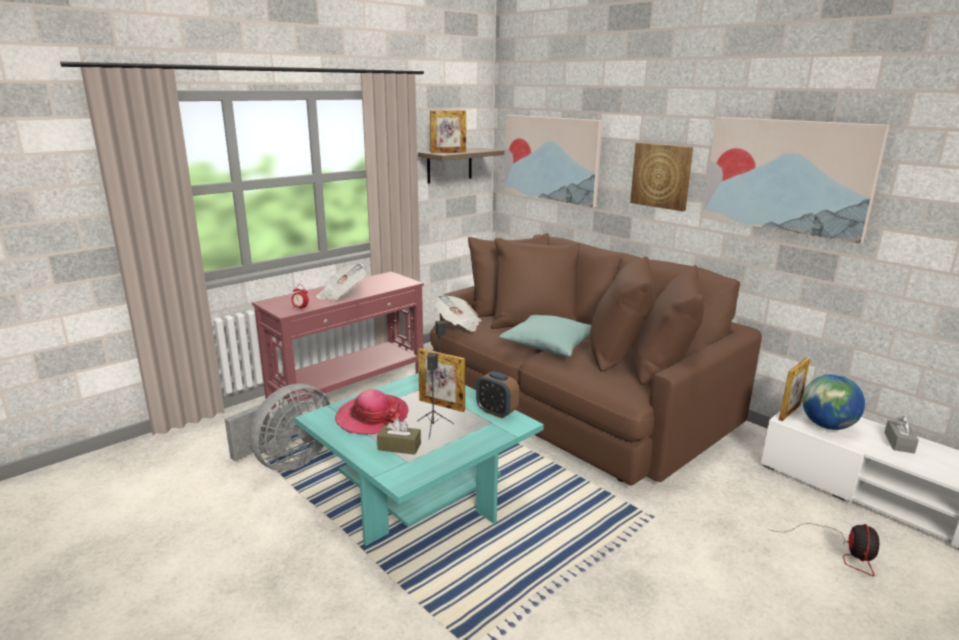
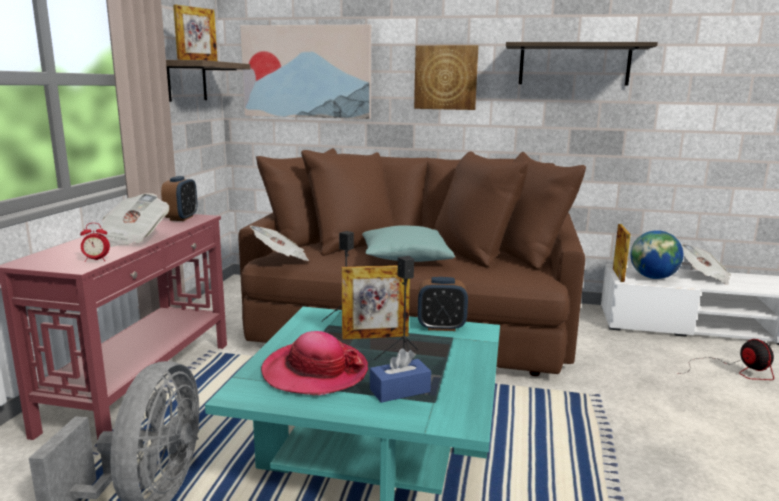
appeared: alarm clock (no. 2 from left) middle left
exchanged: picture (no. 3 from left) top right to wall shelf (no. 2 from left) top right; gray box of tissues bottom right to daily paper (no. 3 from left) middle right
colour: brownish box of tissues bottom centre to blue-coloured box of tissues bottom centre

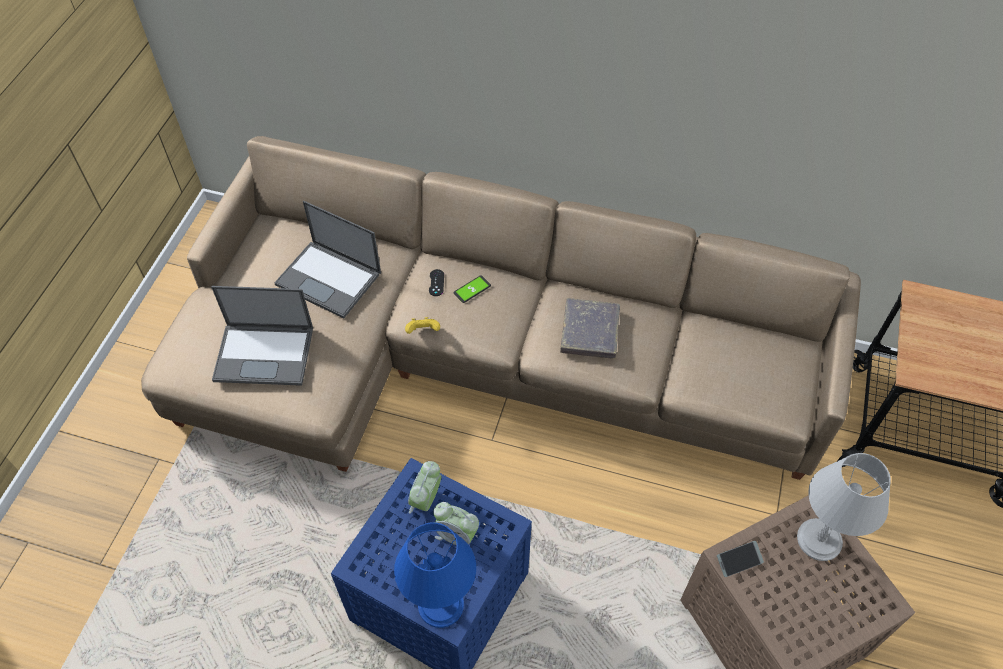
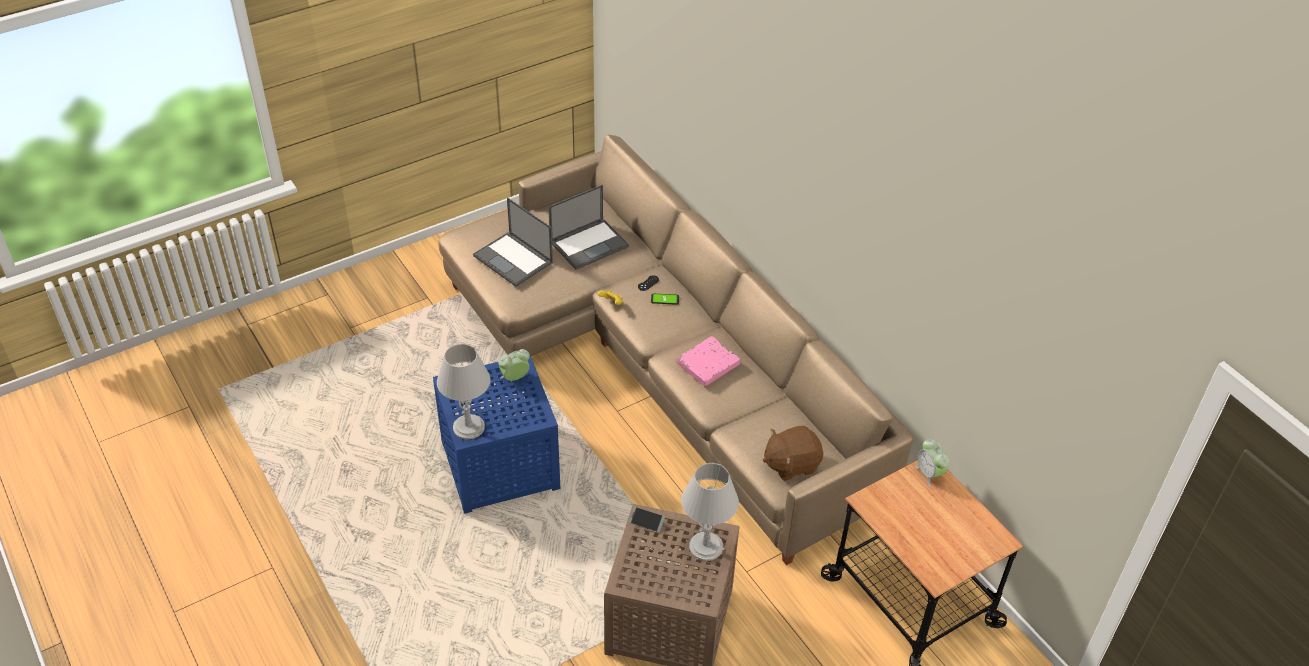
appeared: brownish soft toy bottom centre
relocated: alarm clock (no. 2 from left) bottom centre to bottom right
colour: gray book centre to pinkish book centre; blue-coloured lamp for a table bottom centre to gray lamp for a table (no. 1 from left) centre
spun: notebook computer (no. 2 from left) middle left = centre 105 degrees counterclockwise

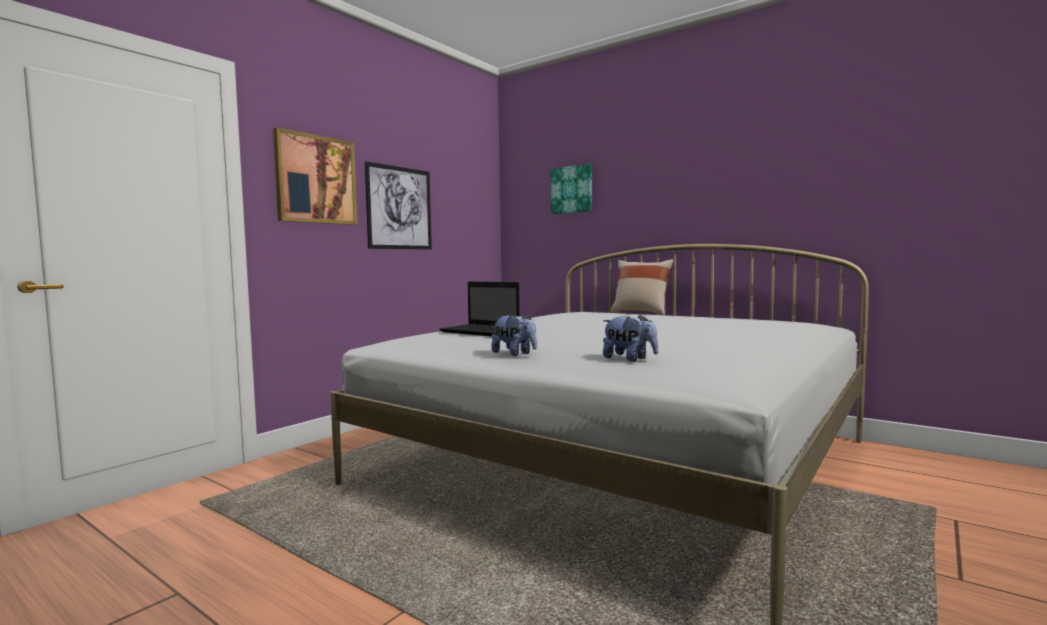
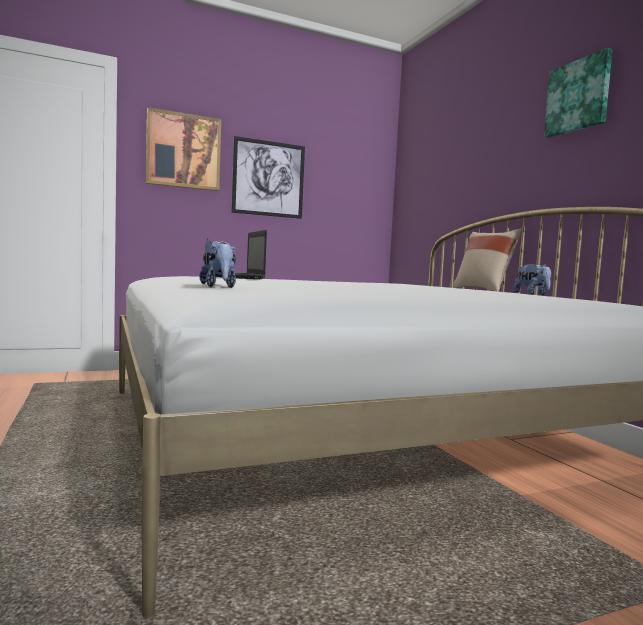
relocated: picture (no. 3 from left) top centre to top right; soft toy (no. 1 from left in the first image) centre to soft toy (no. 2 from left) middle right

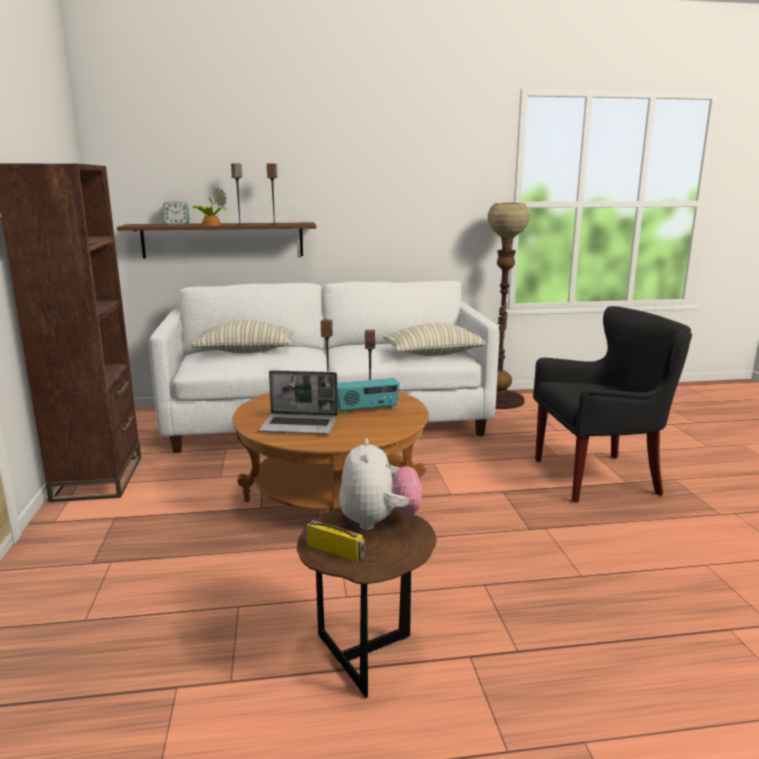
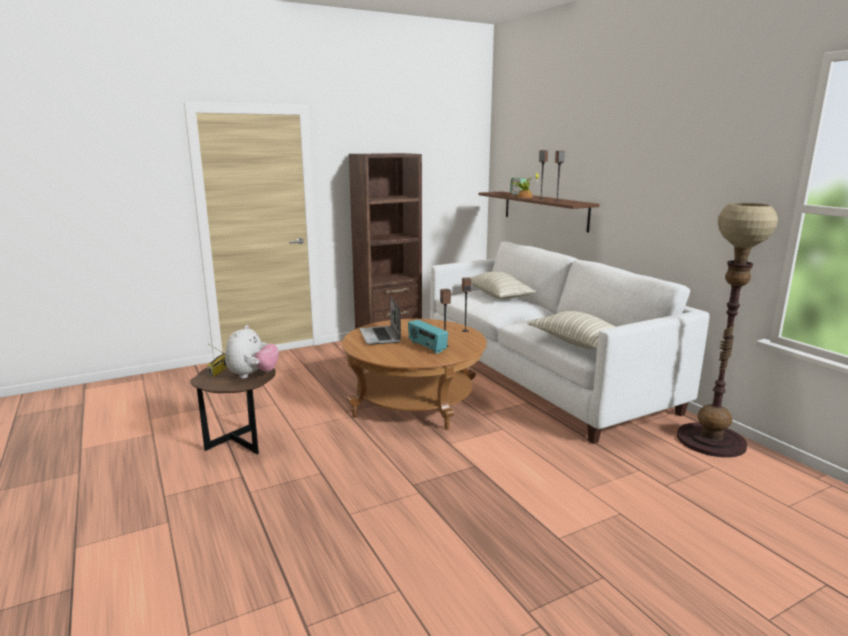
missing: blackish armchair middle right
spun: soft toy centre = middle left 60 degrees counterclockwise

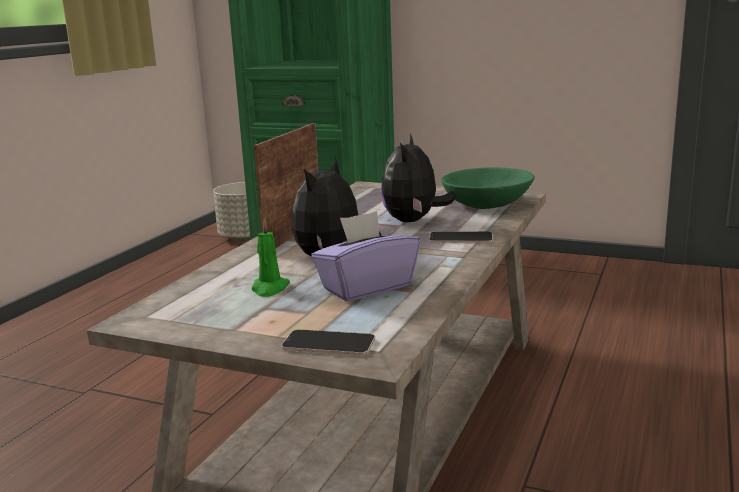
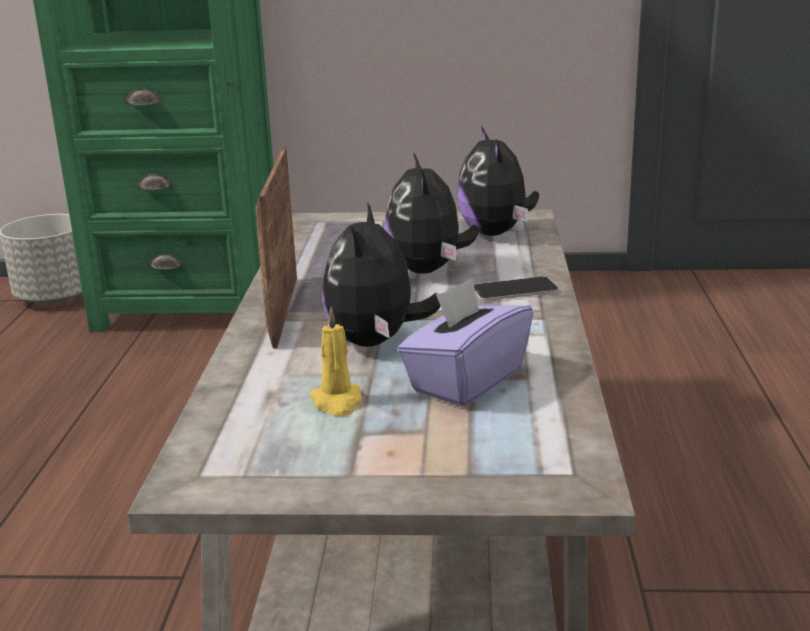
missing: phone (no. 1 from left) bottom centre
exchanged: greenish bowl centre to soft toy (no. 3 from left) top centre
colour: greenish candle centre to yellow-coloured candle centre

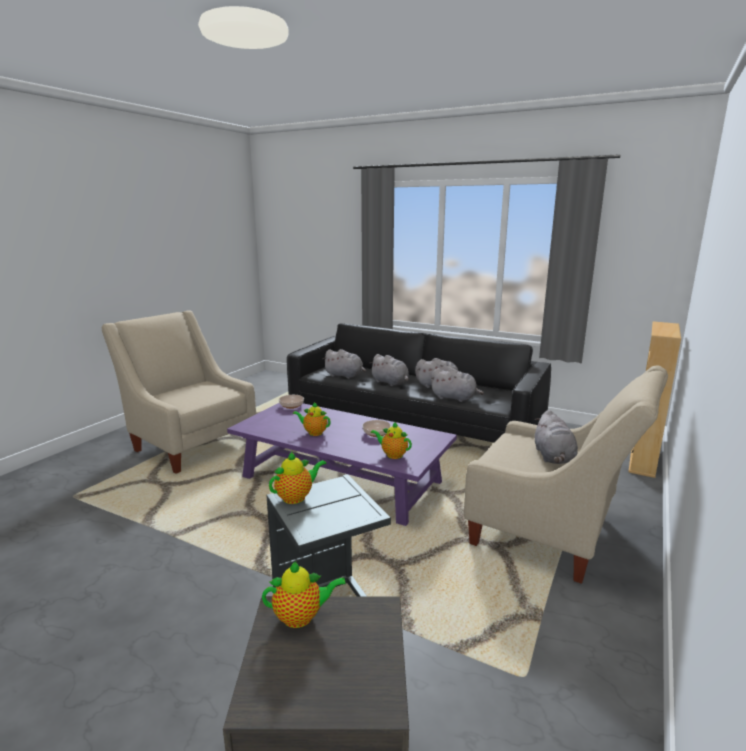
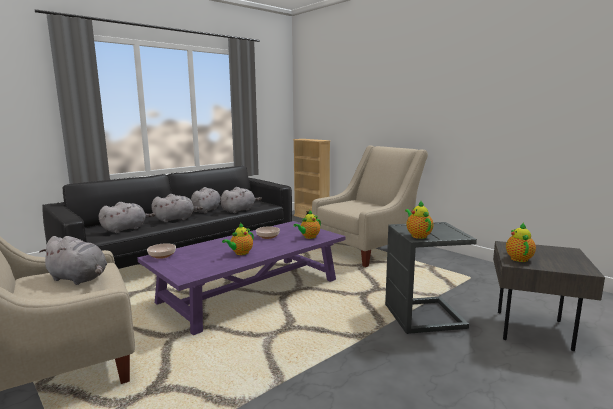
relocated: gray soft toy (no. 5 from left in the first image) middle right to gray soft toy (no. 1 from left) middle left

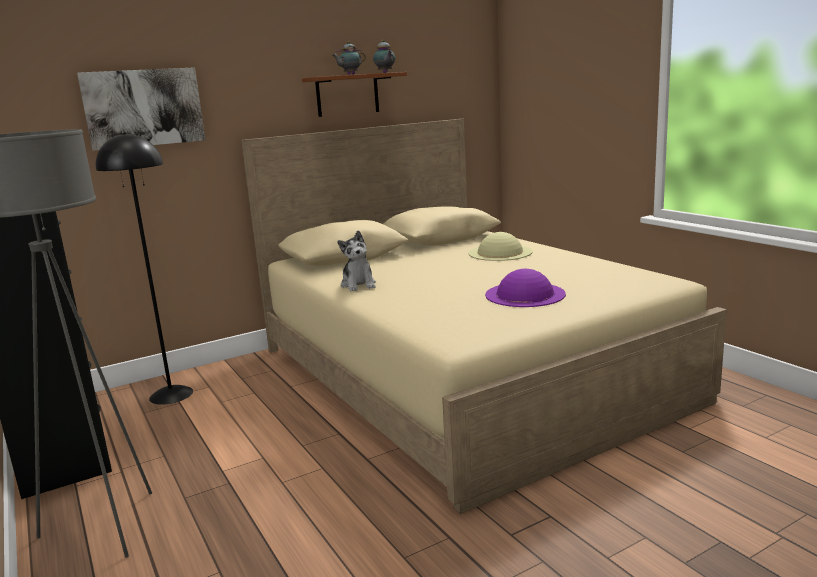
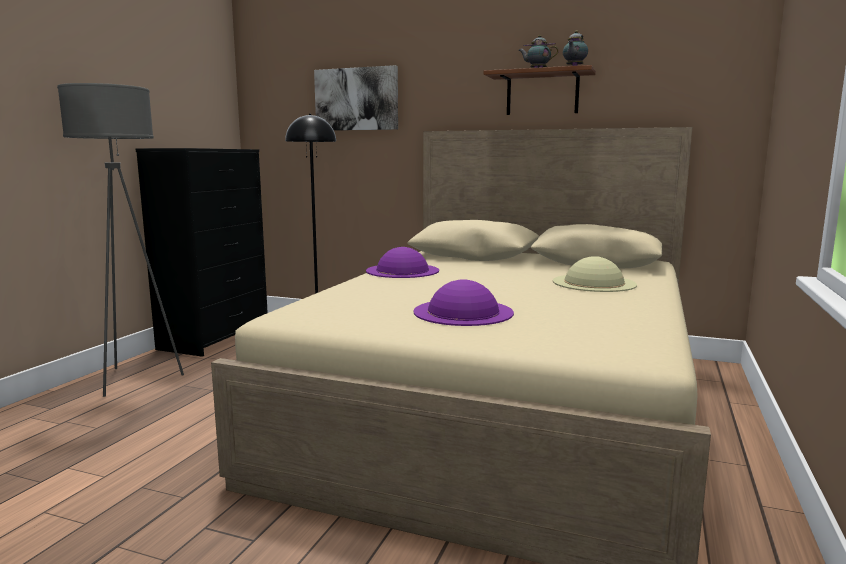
exchanged: soft toy centre to purple hat (no. 1 from left) centre

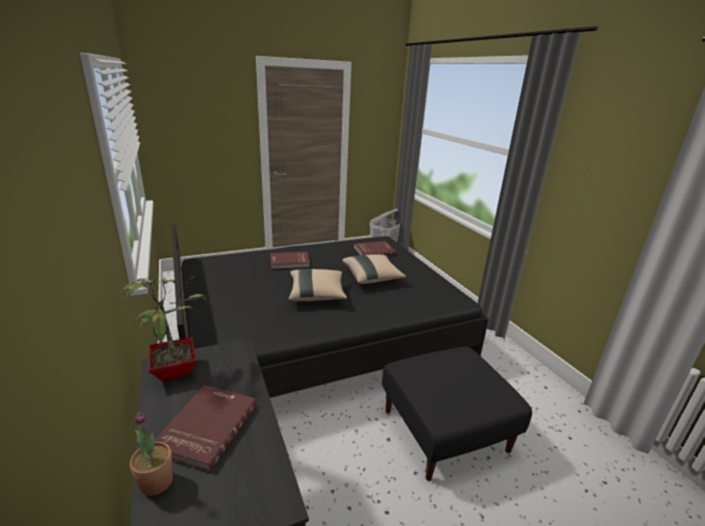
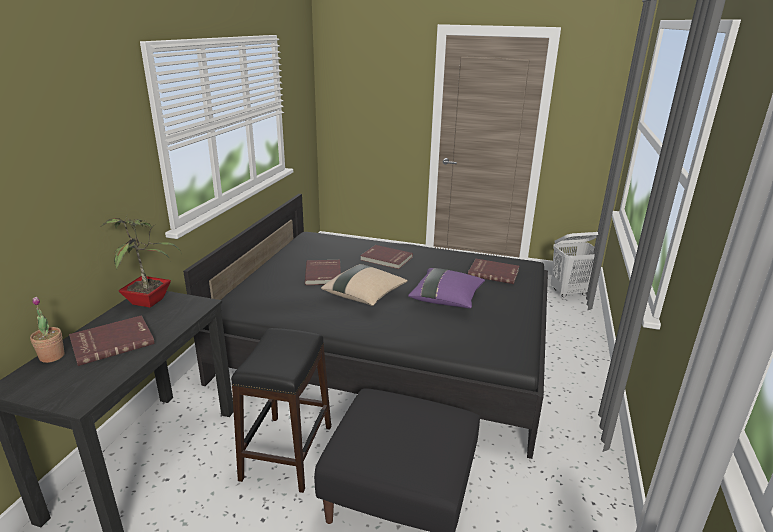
appeared: red-coloured book (no. 2 from left) centre; blackish sitting stool bottom centre
colour: beige pillow (no. 2 from left) centre to purple pillow centre

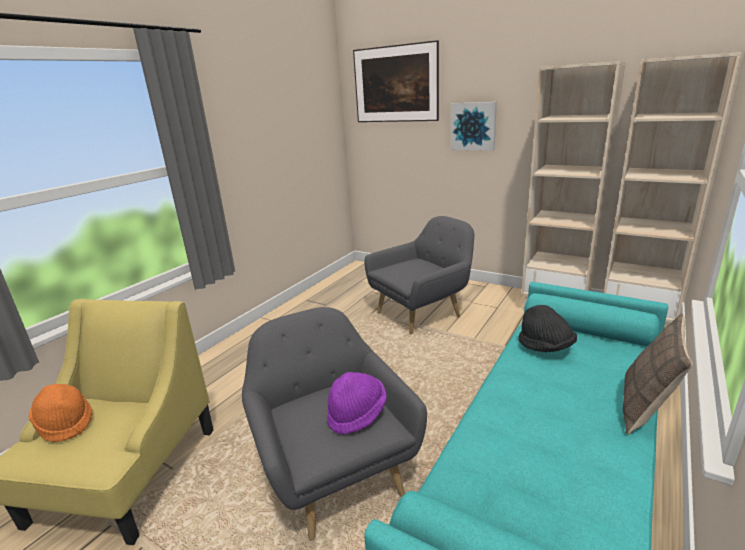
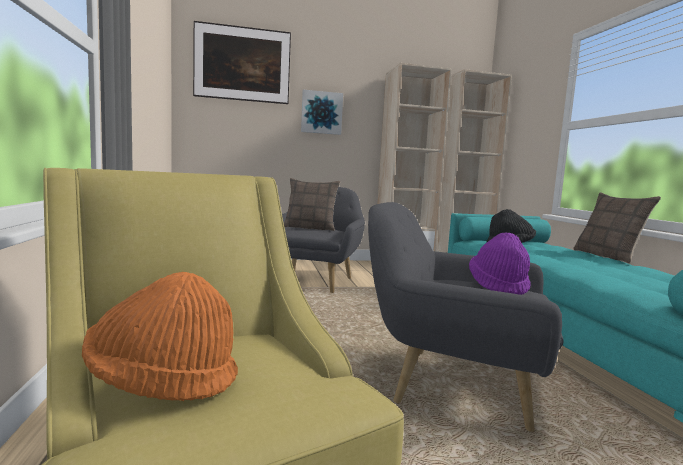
appeared: pillow (no. 1 from left) centre

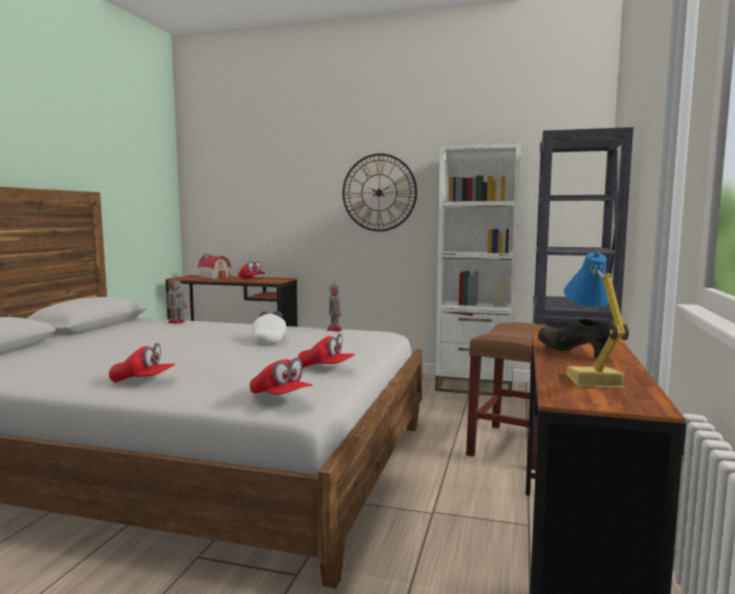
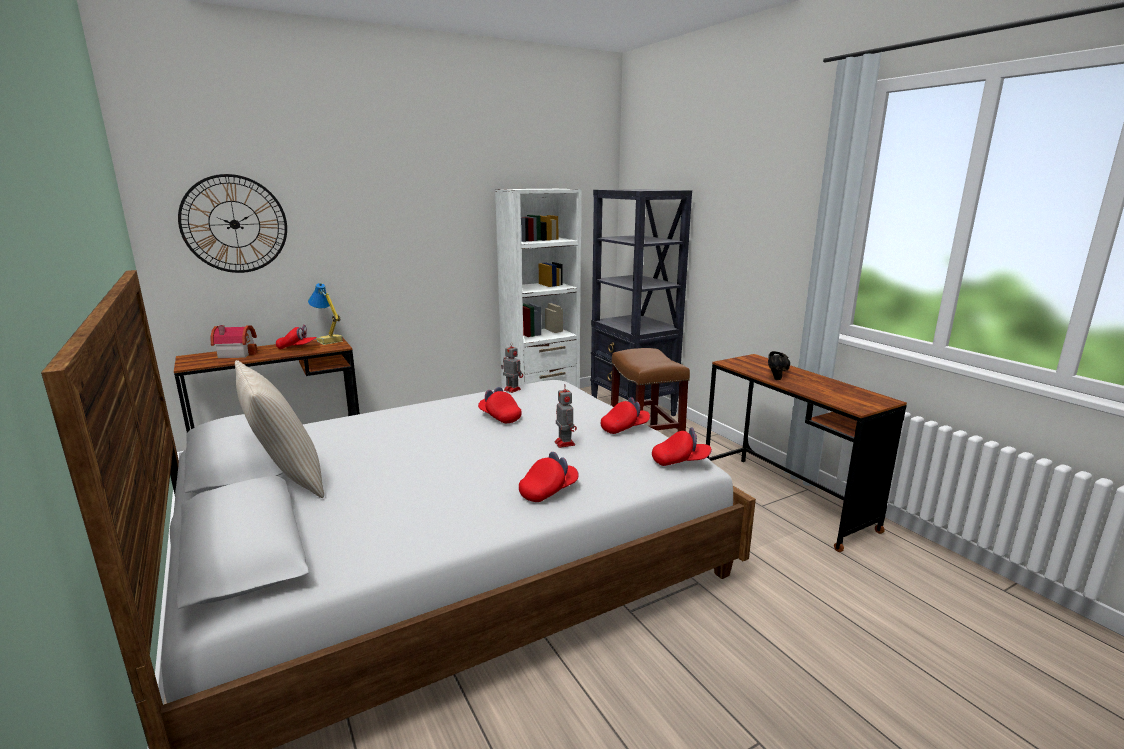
appeared: beige pillow middle left
relocated: hanging clock top centre to top left; lamp for a table middle right to middle left; model robot (no. 1 from left in the first image) middle left to model robot (no. 2 from left) centre
colour: white baseball cap centre to red-coloured baseball cap (no. 2 from left) centre
spun: blackish low shoe middle right = middle right 105 degrees clockwise

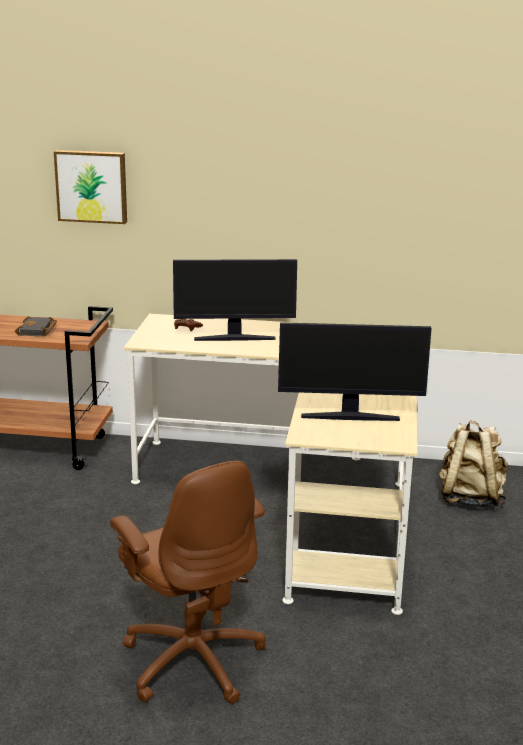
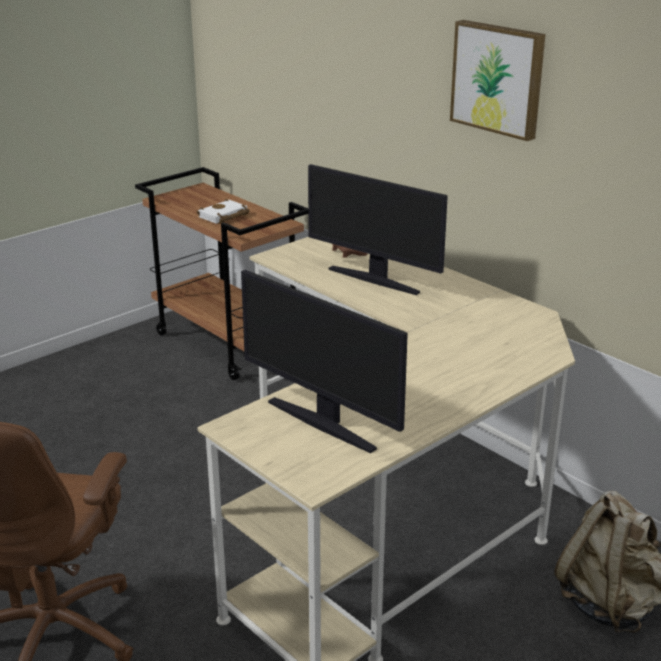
relocated: picture top left to top right
colour: blackish book middle left to white book top centre

